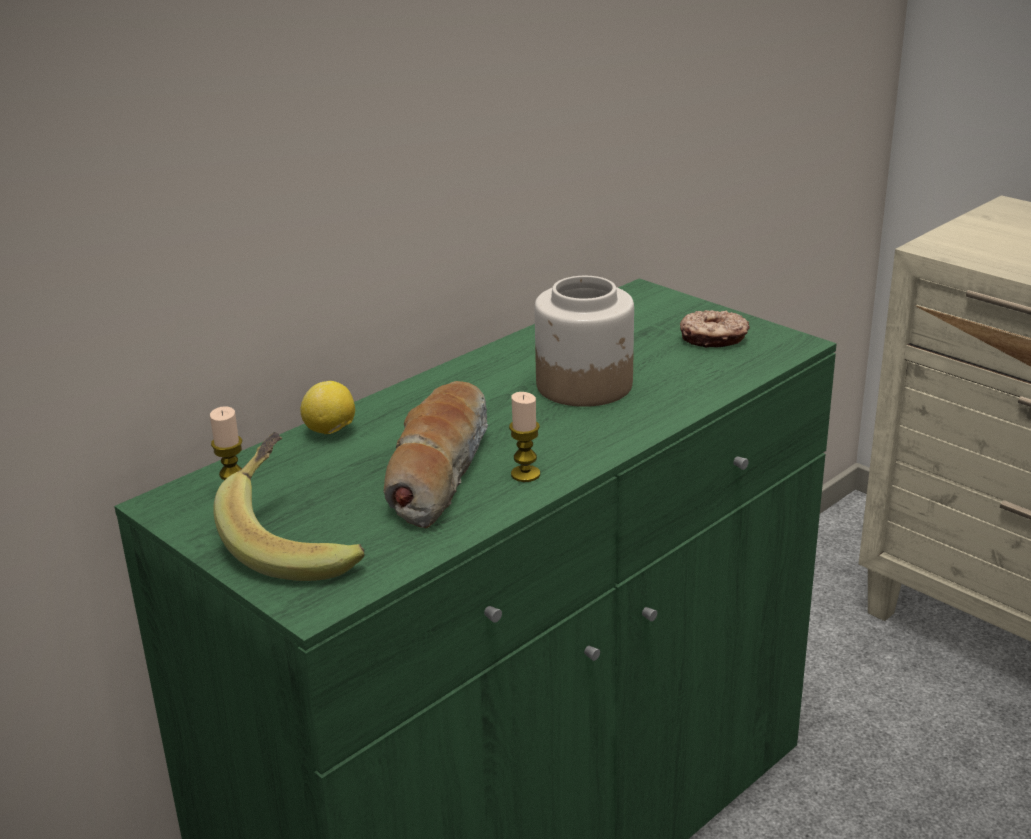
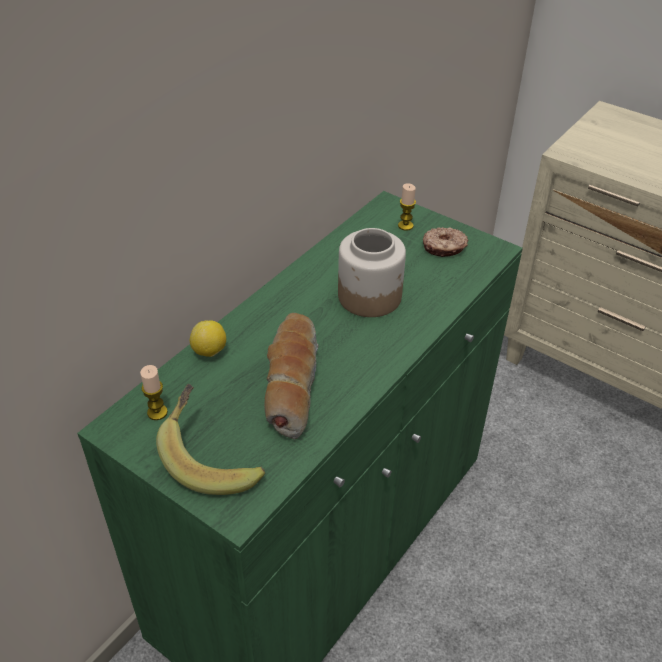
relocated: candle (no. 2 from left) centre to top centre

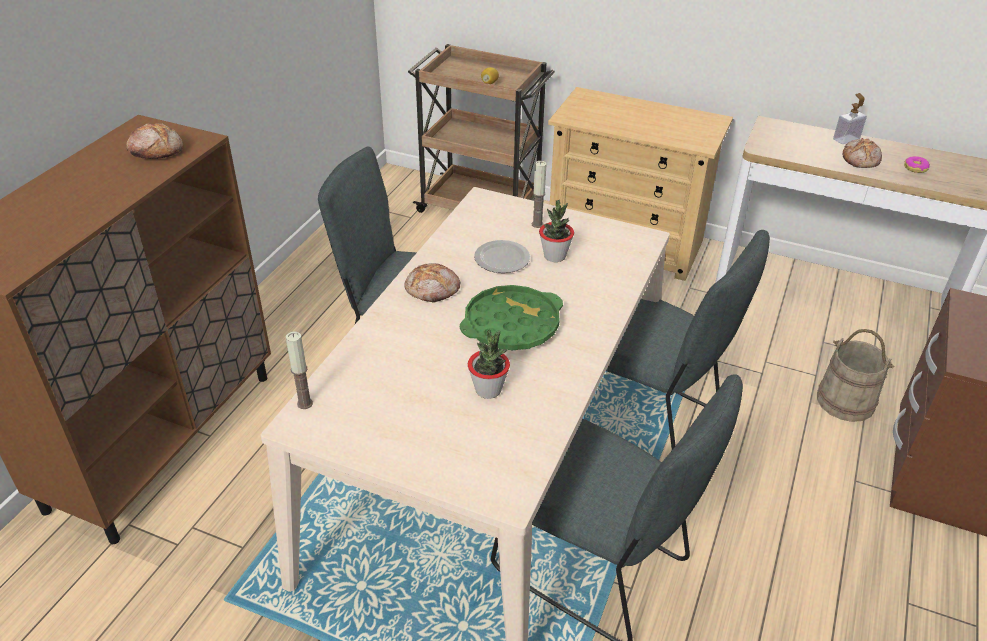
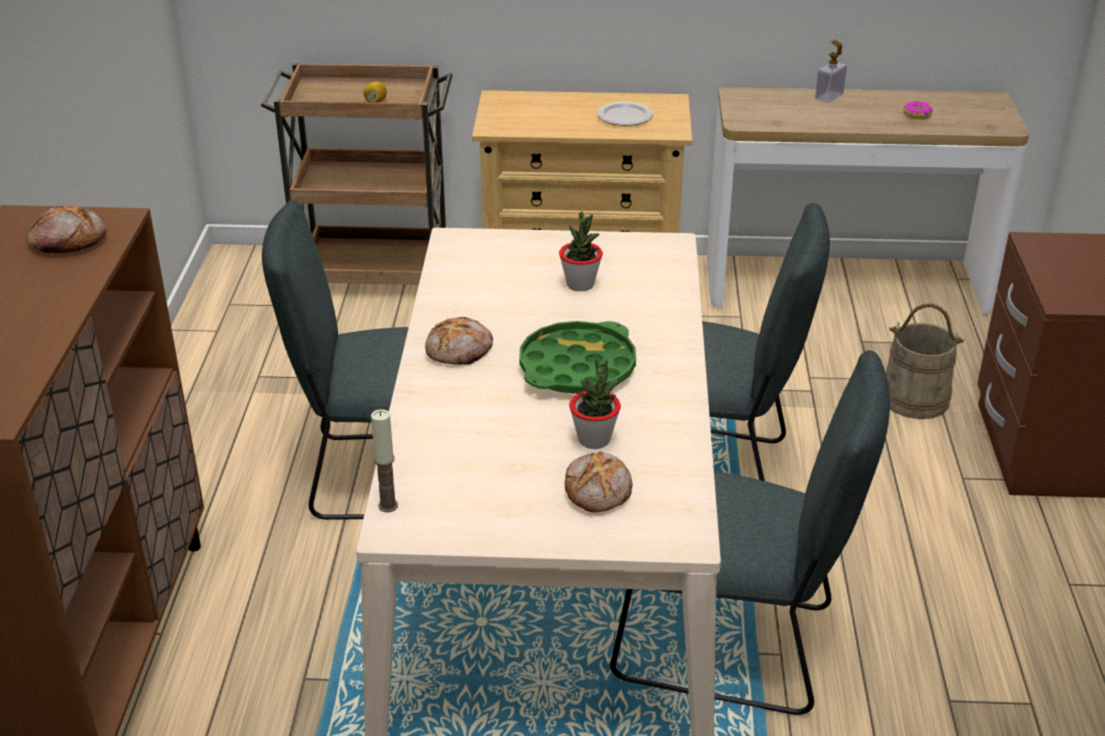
missing: candle (no. 2 from left) top centre
relocated: bakery bread (no. 3 from left) top right to centre; flat dish centre to top centre

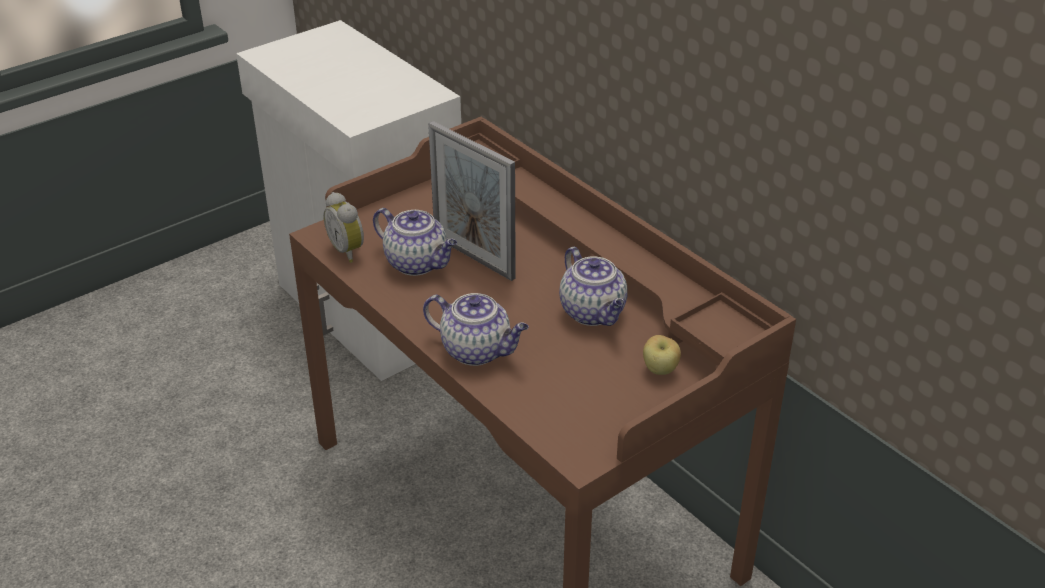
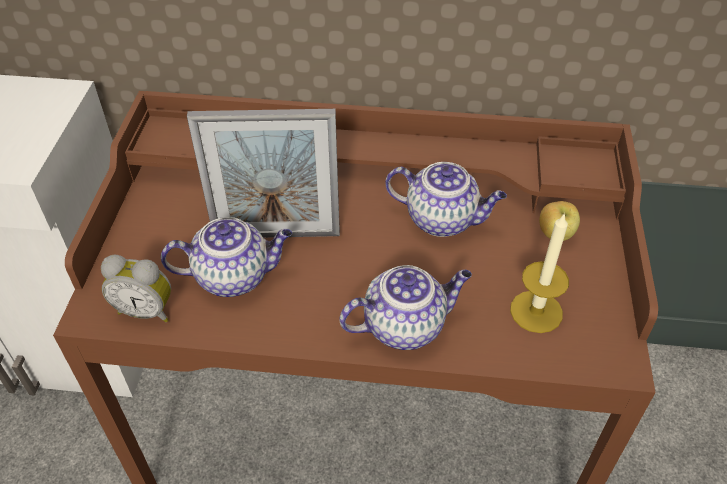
appeared: candle middle right

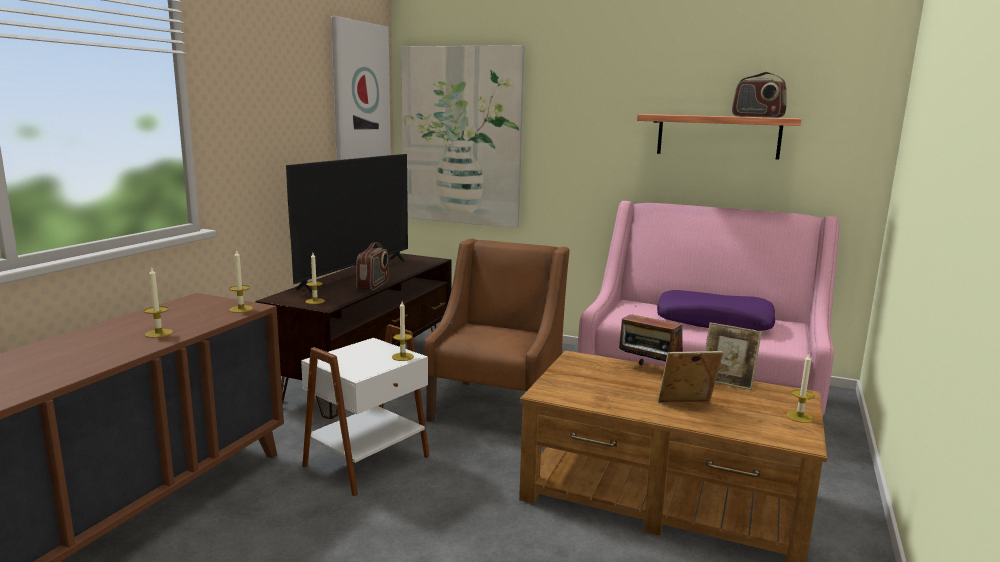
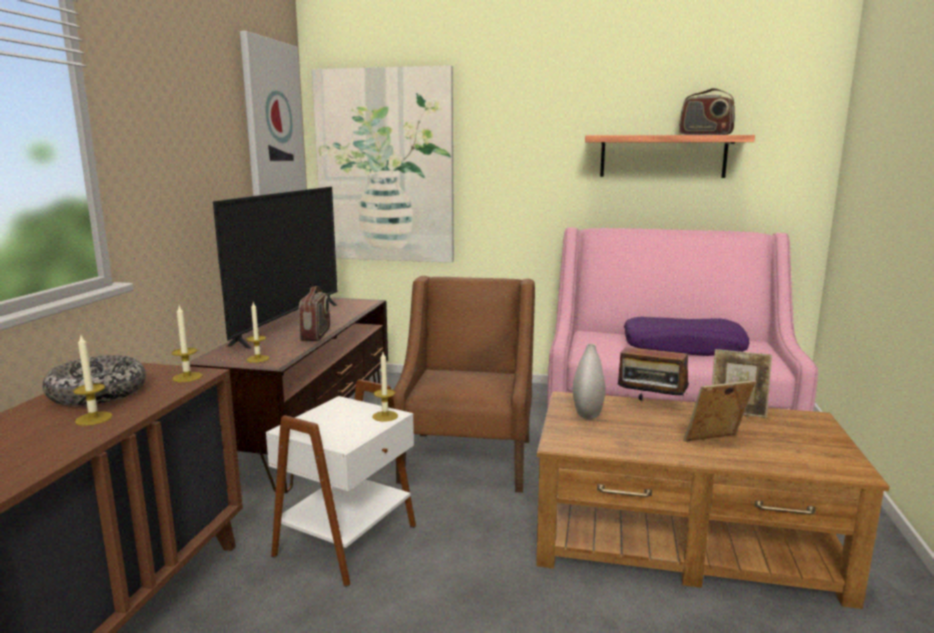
missing: candle (no. 5 from left) bottom right
appeared: white flower vase centre; bowl middle left

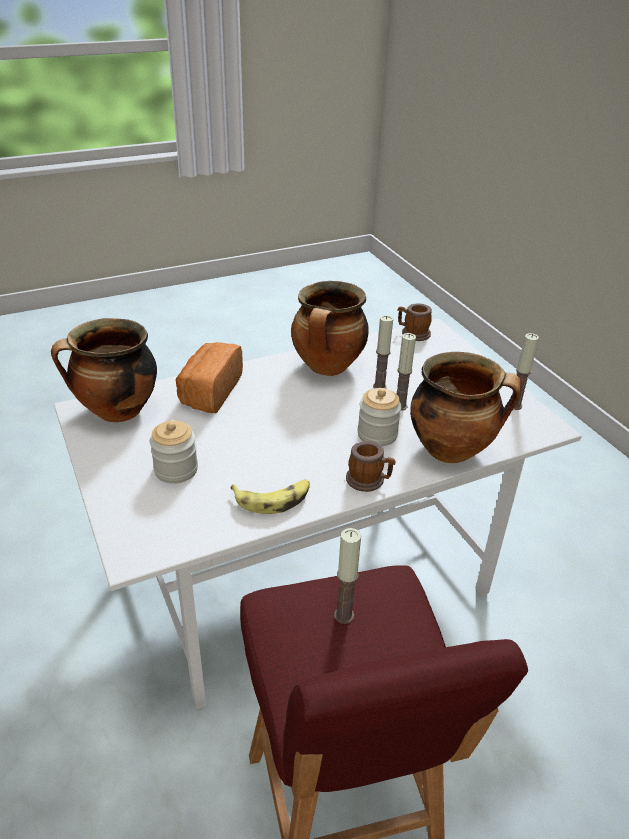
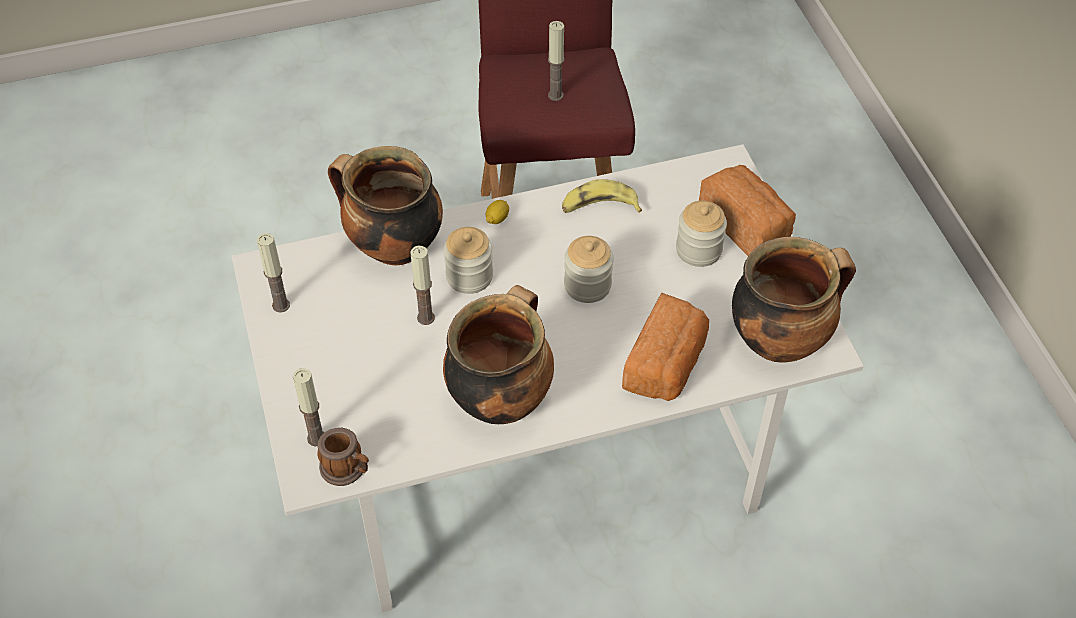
appeared: bakery bread (no. 2 from left) middle right; jar (no. 2 from left) centre
relocated: candle (no. 2 from left) centre to middle left
exchanged: coffee mug (no. 1 from left) centre to citrus fruit centre

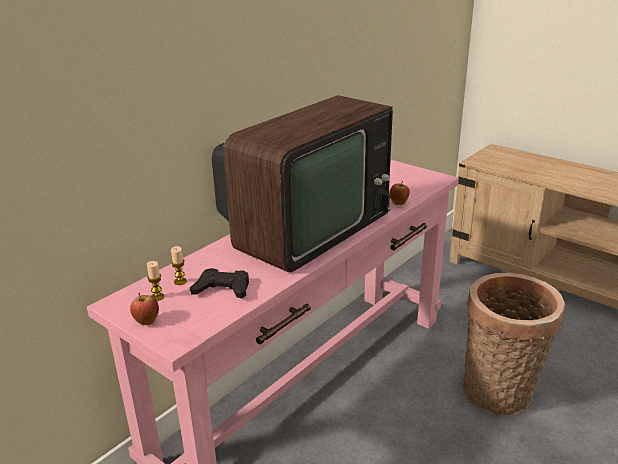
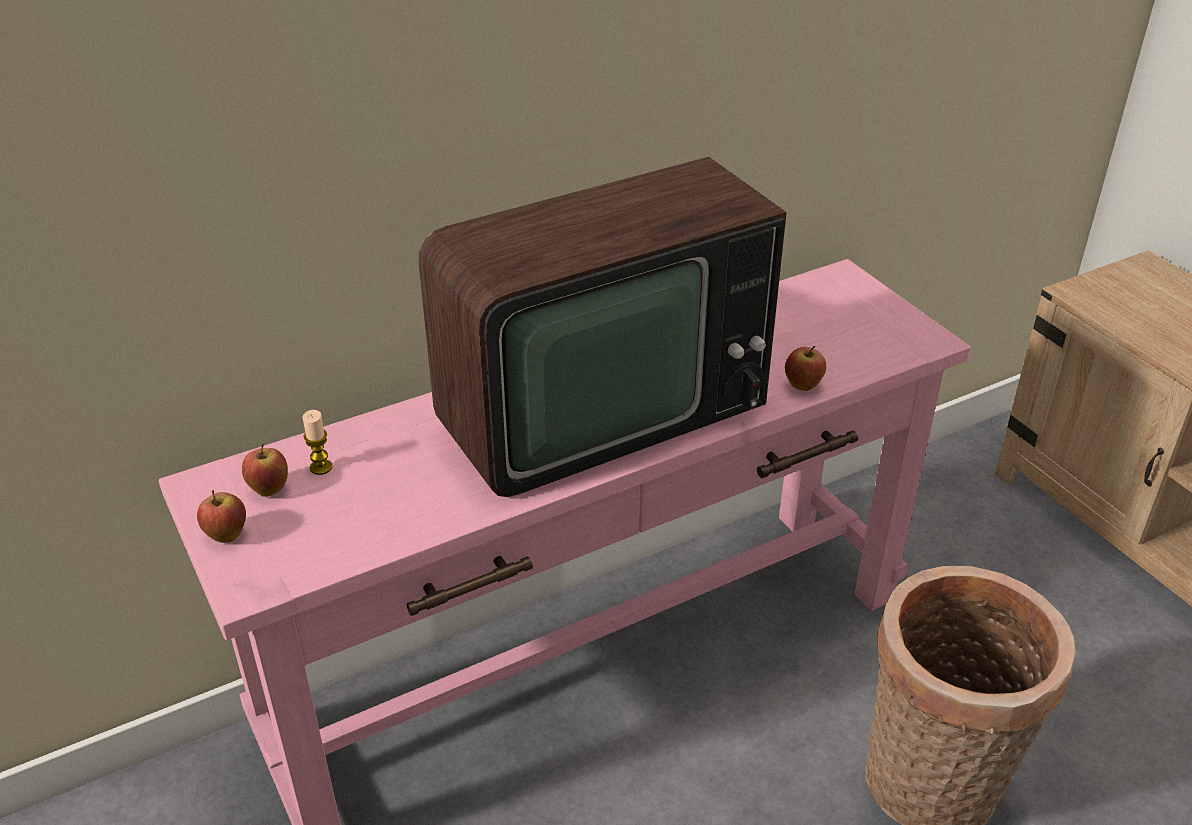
missing: blackish joypad centre
exchanged: candle (no. 1 from left) middle left to apple (no. 2 from left) middle left

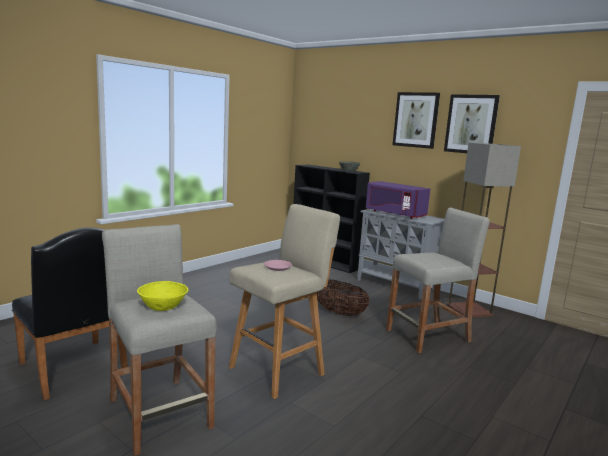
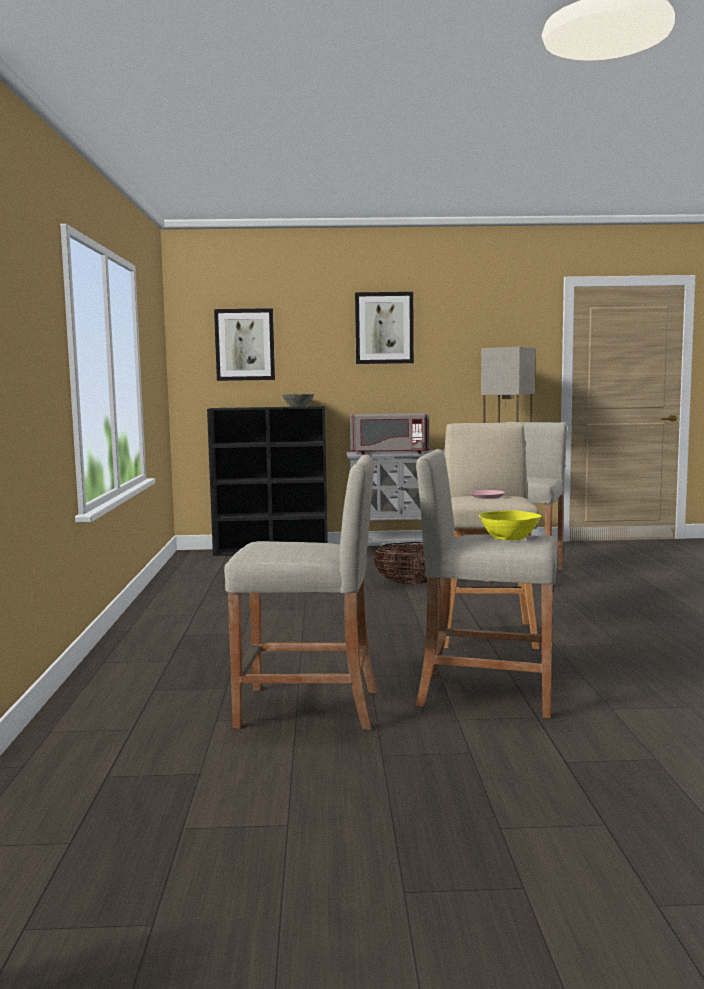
relocated: picture (no. 2 from left in the first image) top right to picture (no. 1 from left) centre
exchanged: blackish plain chair bottom left to beige sitting stool (no. 1 from left) centre
colour: purple microwave oven centre to gray microwave oven centre

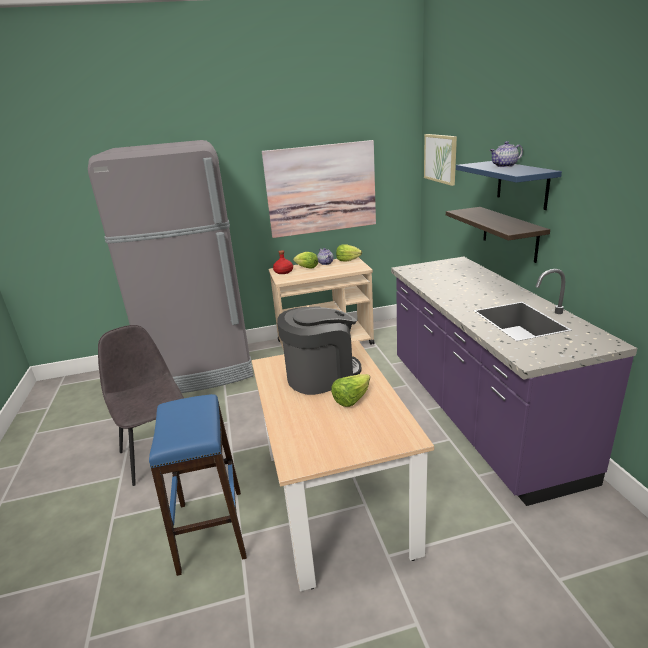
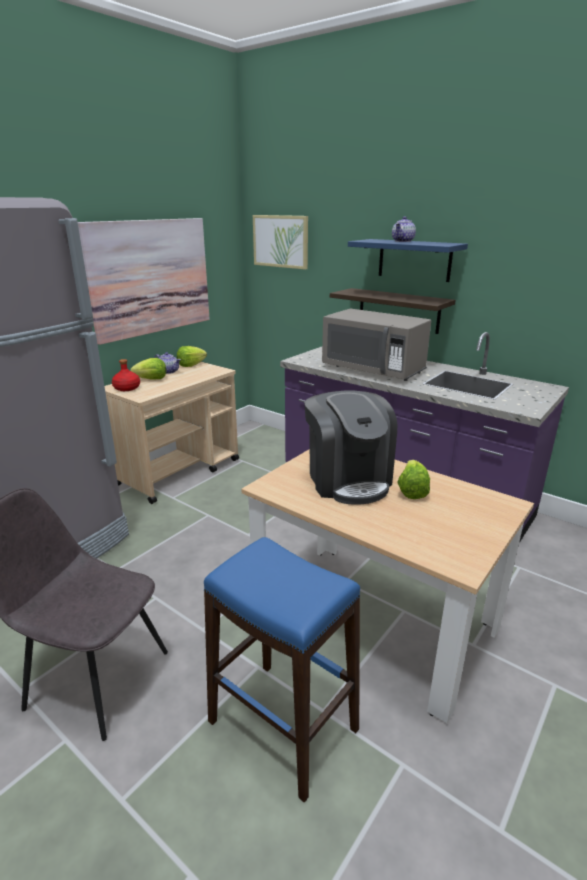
appeared: gray microwave oven centre
spun: coffee machine centre = centre 135 degrees clockwise

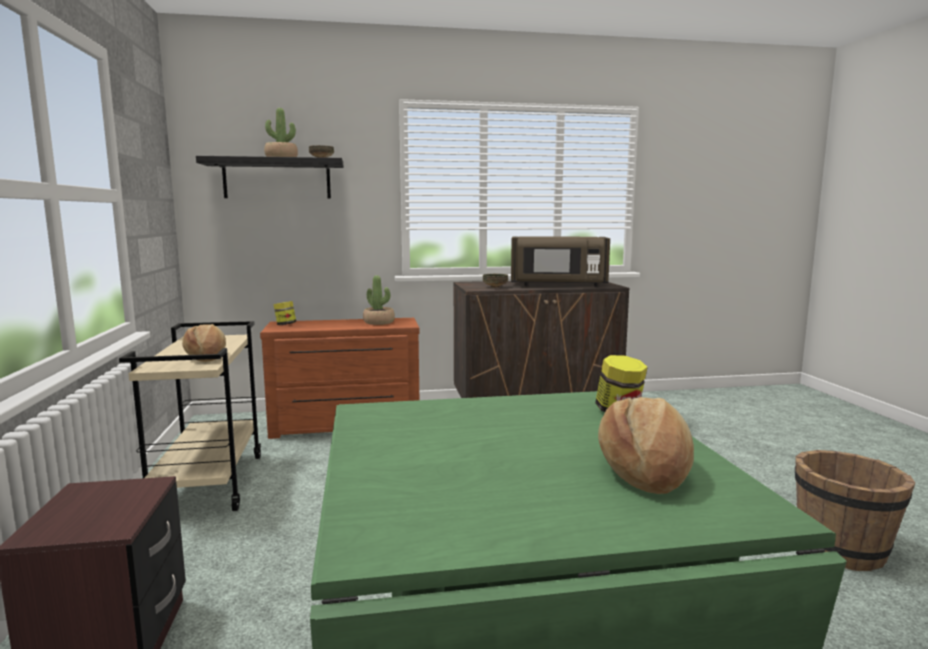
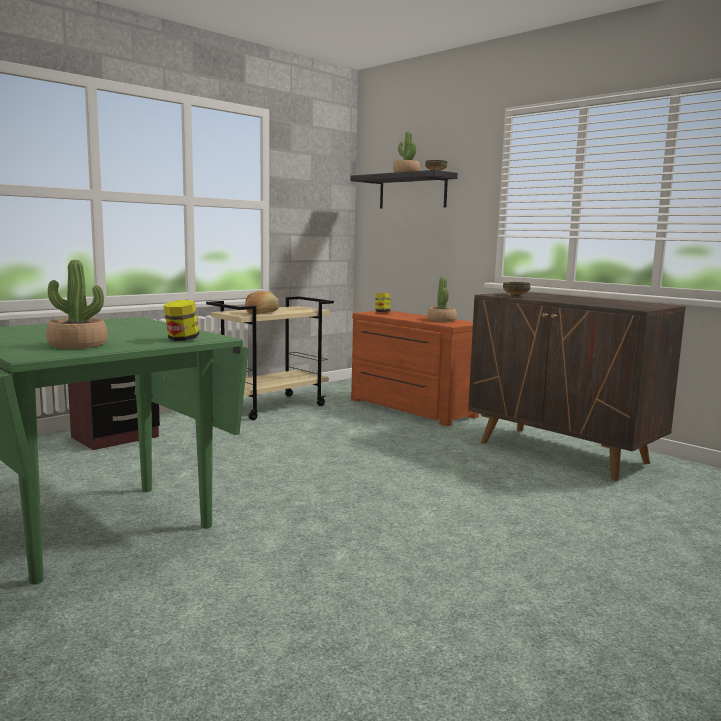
missing: brownish microwave oven centre; brownish bucket bottom right
exchanged: bakery bread (no. 2 from left) bottom right to potted plant (no. 1 from left) middle left

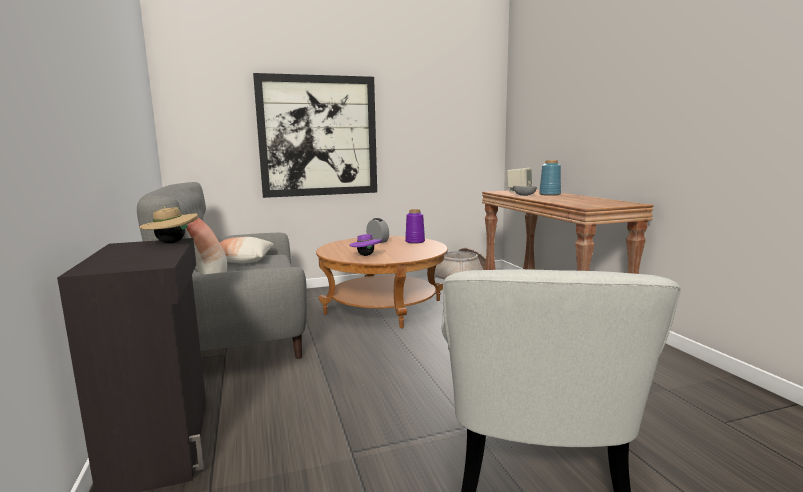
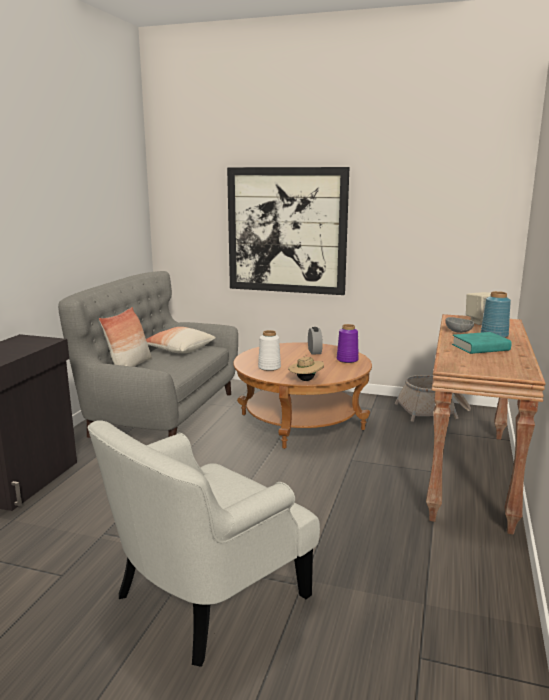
appeared: blue-green book middle right
relocated: beige hat middle left to centre
exchanged: purple hat centre to white flower vase centre

